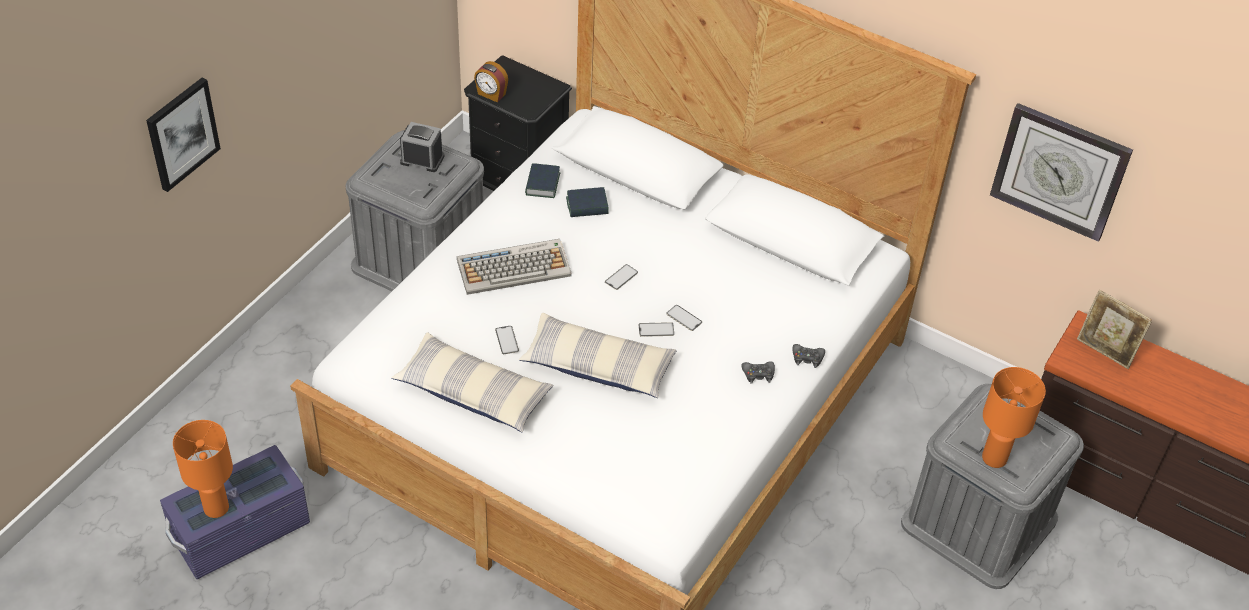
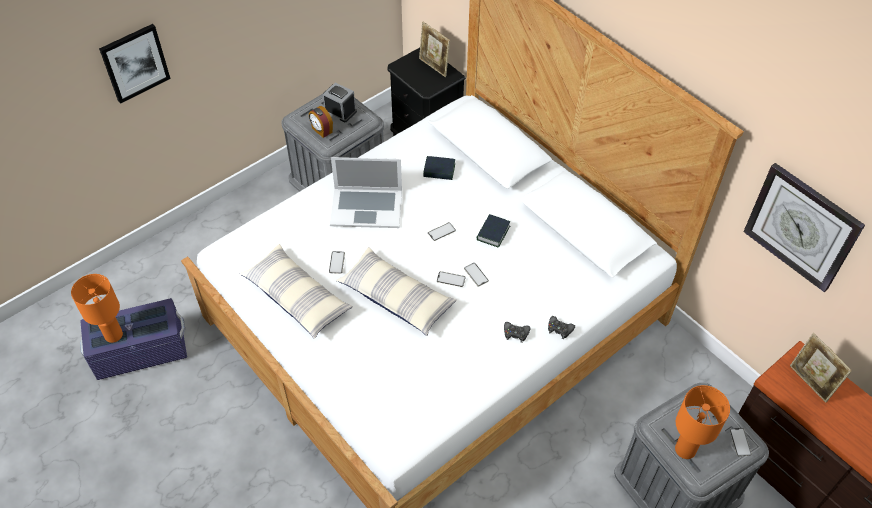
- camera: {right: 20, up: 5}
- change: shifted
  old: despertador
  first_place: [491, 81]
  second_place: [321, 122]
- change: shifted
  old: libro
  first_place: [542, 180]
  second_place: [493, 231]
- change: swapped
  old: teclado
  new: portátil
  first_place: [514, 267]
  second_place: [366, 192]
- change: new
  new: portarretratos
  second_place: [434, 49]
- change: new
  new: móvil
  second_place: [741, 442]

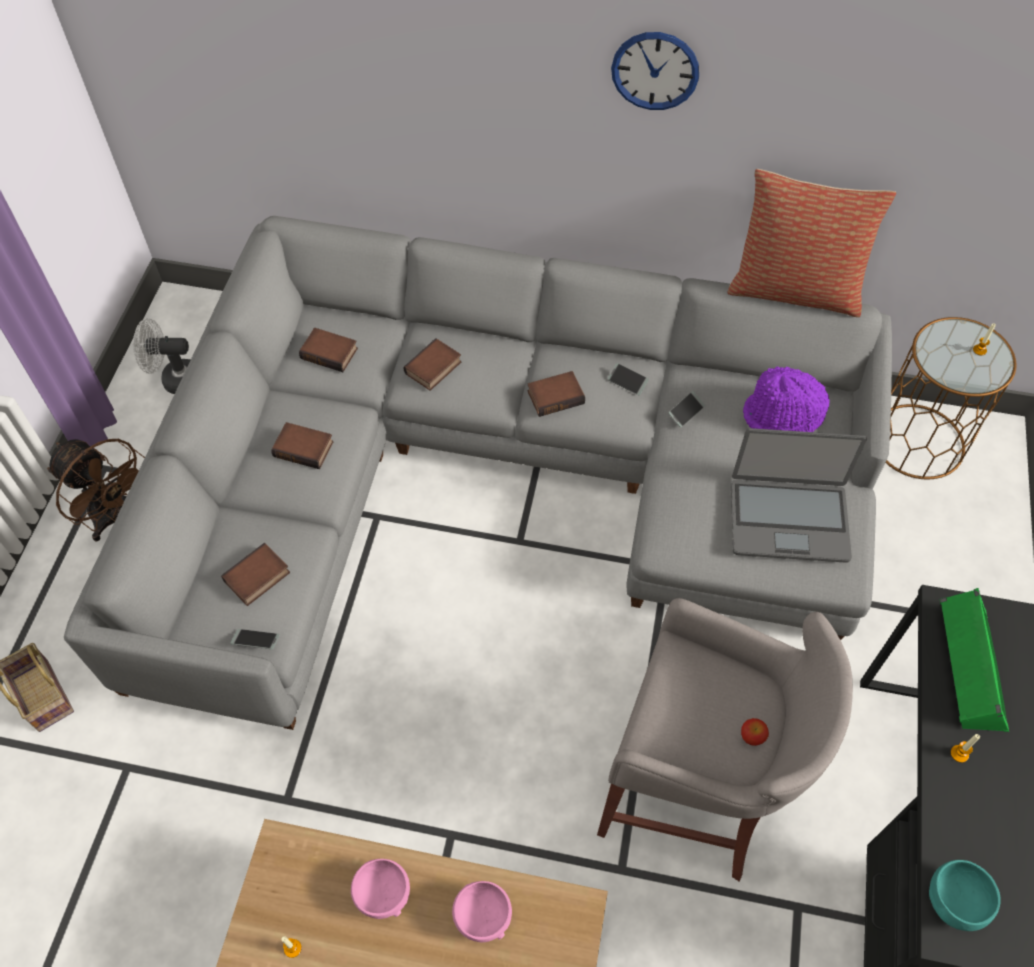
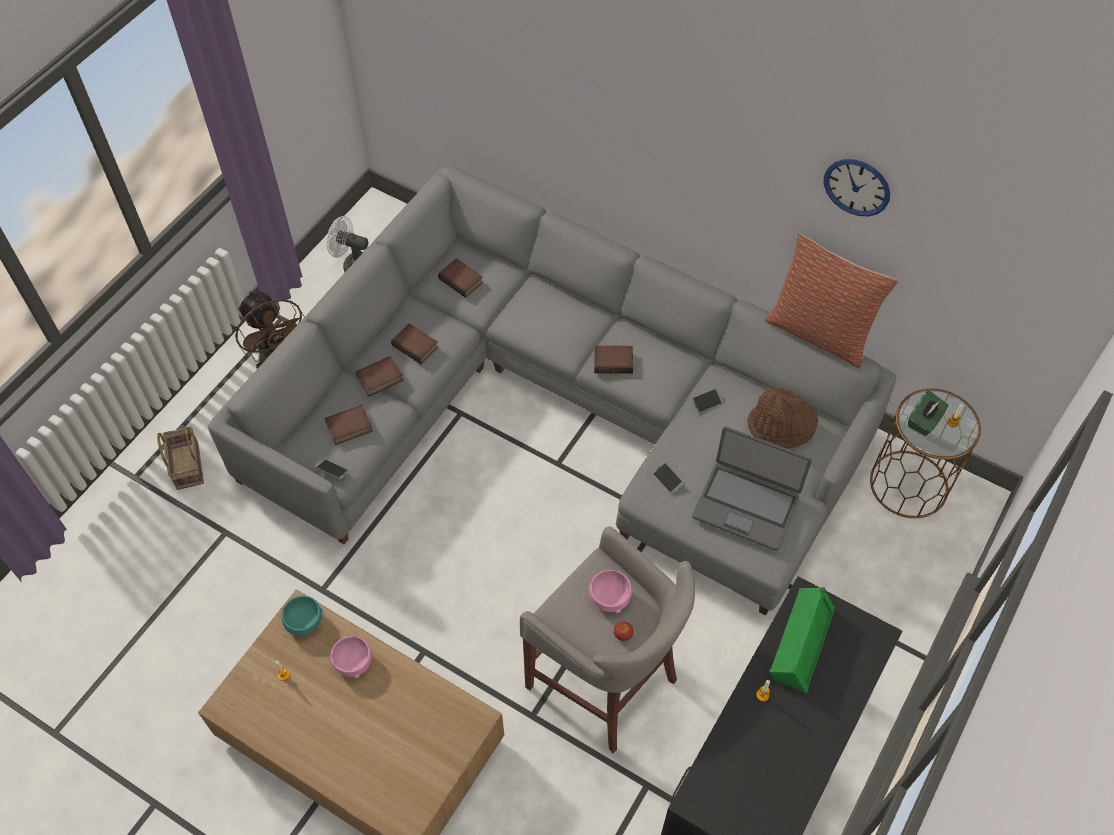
- camera: {right: 20, up: 0}
- change: shifted
  old: reloj de pared
  first_place: [655, 71]
  second_place: [857, 187]
- change: shifted
  old: libro
  first_place: [432, 364]
  second_place: [379, 376]
- change: shifted
  old: móvil
  first_place: [628, 379]
  second_place: [668, 478]
- change: repainted
  old: sombrero [morado]
  new: sombrero [marrón]
  first_place: [786, 399]
  second_place: [782, 418]
- change: shifted
  old: cuenco [turquesa]
  first_place: [965, 895]
  second_place: [302, 616]
- change: shifted
  old: cuenco [rosa]
  first_place: [482, 911]
  second_place: [610, 591]
- change: new
  new: caja de pañuelos [verde]
  second_place: [928, 413]

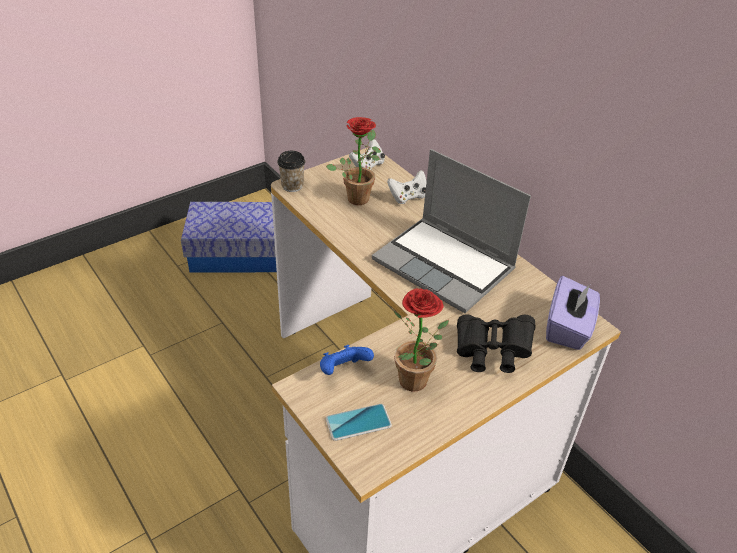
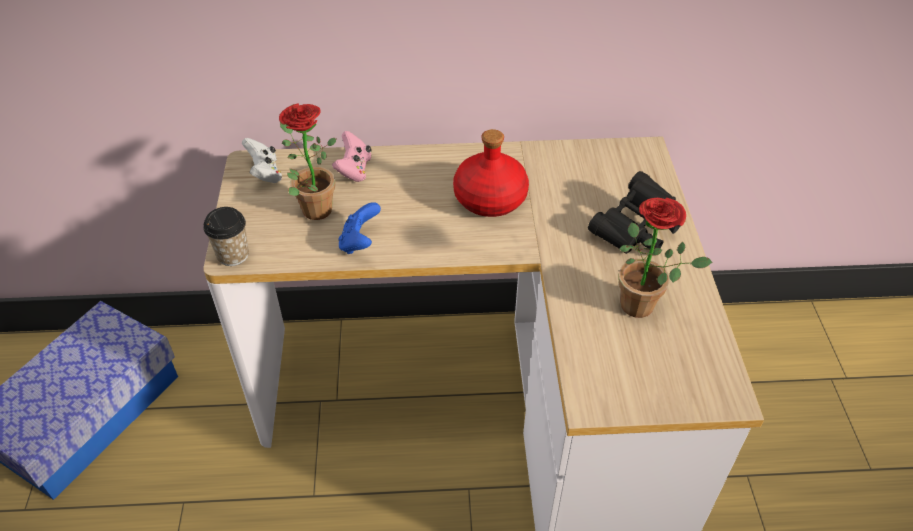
- camera: {right: -55, up: 5}
- change: swapped
  old: portátil
  new: botella [rojo]
  first_place: [451, 231]
  second_place: [491, 173]
- change: repainted
  old: mando de consola [blanco]
  new: mando de consola [rosa]
  first_place: [407, 187]
  second_place: [352, 156]
- change: gone
  old: caja de pañuelos [morado]
  first_place: [573, 313]
- change: shifted
  old: mando de consola [azul]
  first_place: [347, 360]
  second_place: [359, 228]
- change: gone
  old: móvil
  first_place: [359, 422]

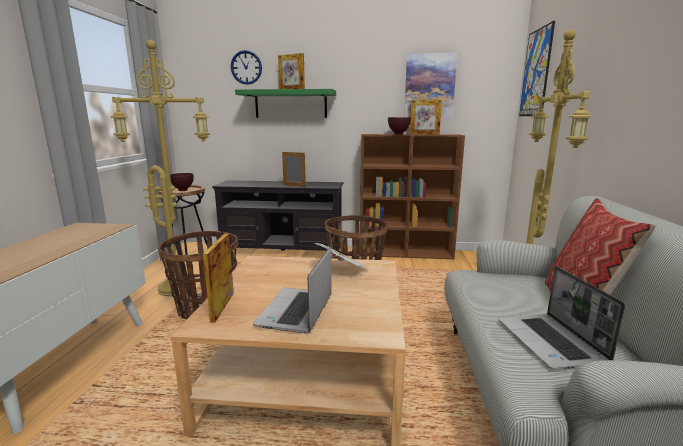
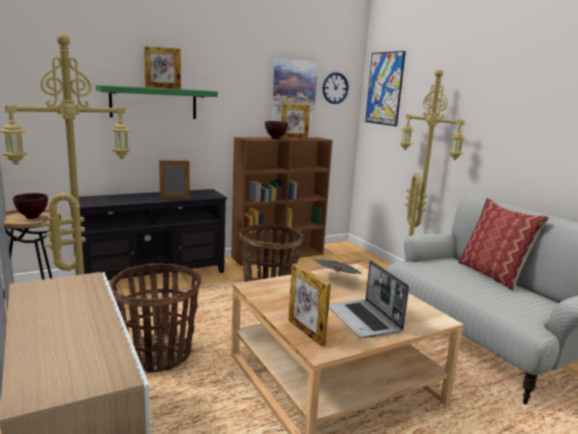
- camera: {right: -35, up: 0}
- change: shifted
  old: reloj de pared
  first_place: [246, 67]
  second_place: [336, 88]
- change: gone
  old: portátil
  first_place: [561, 318]

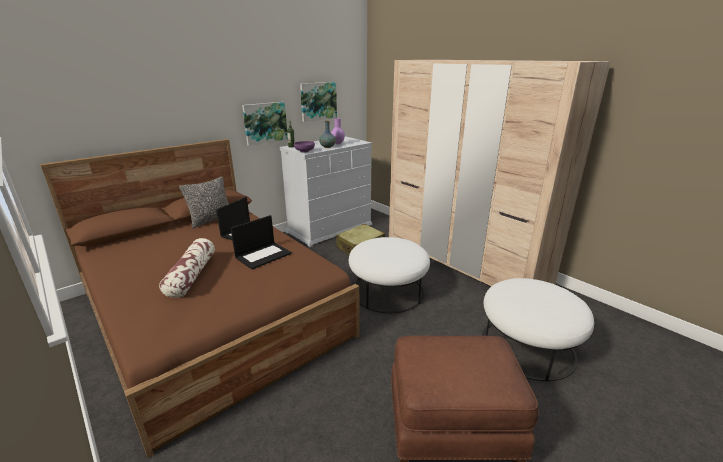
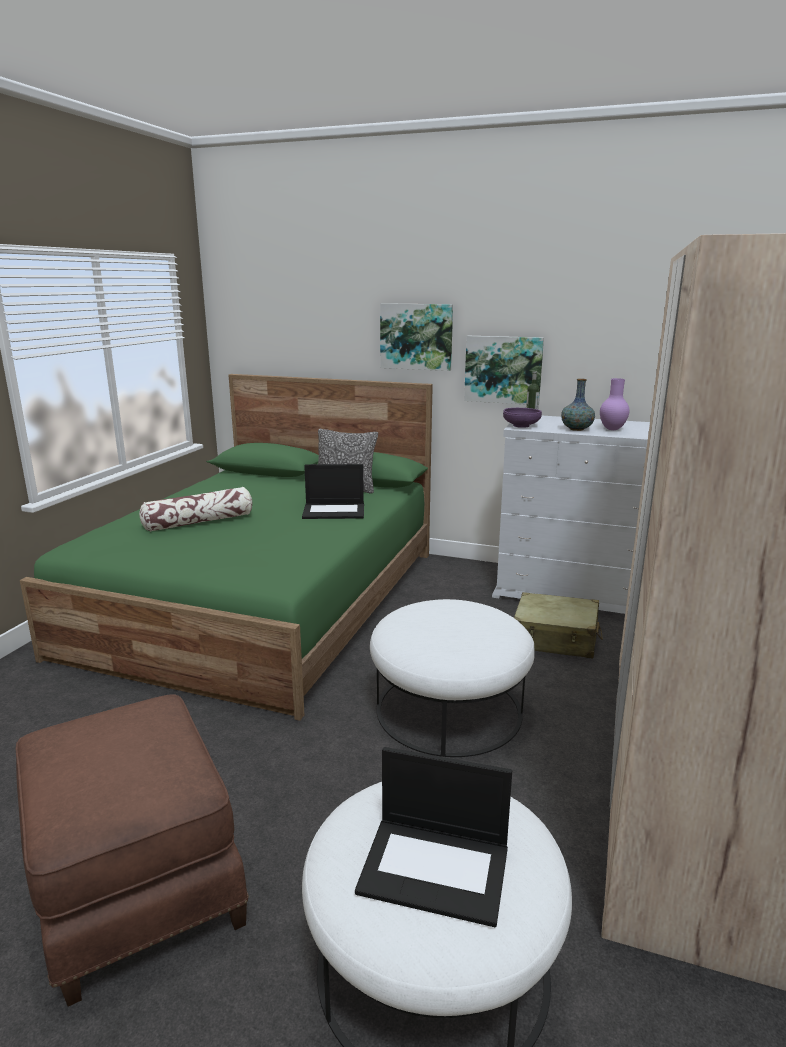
- camera: {right: 60, up: -5}
- change: shifted
  old: cuadro
  first_place: [318, 102]
  second_place: [416, 337]
- change: repainted
  old: cama [marrón]
  new: cama [verde]
  first_place: [199, 298]
  second_place: [226, 547]
- change: shifted
  old: portátil
  first_place: [261, 242]
  second_place: [433, 837]

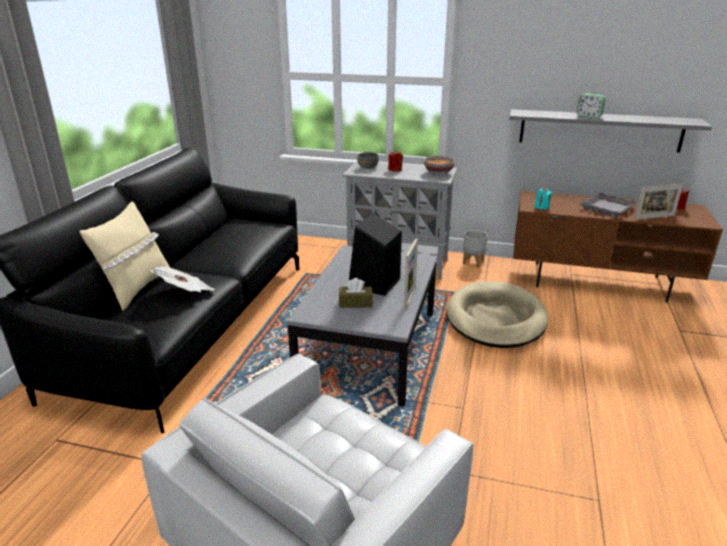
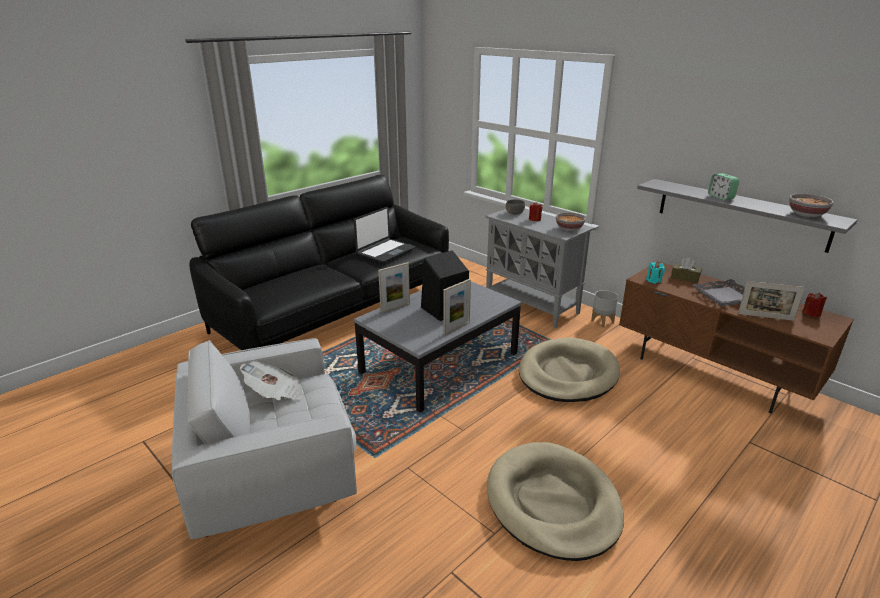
- camera: {right: 30, up: 0}
- change: gone
  old: cojín [beis]
  first_place: [125, 256]
- change: shifted
  old: periódico
  first_place: [182, 279]
  second_place: [271, 380]
- change: shifted
  old: caja de pañuelos [marrón]
  first_place: [356, 293]
  second_place: [686, 270]
- change: new
  new: cuenco
  second_place: [811, 205]
- change: new
  new: portátil
  second_place: [384, 235]
- change: new
  new: portarretratos
  second_place: [394, 287]
- change: new
  new: cama para perro [beis]
  second_place: [555, 501]

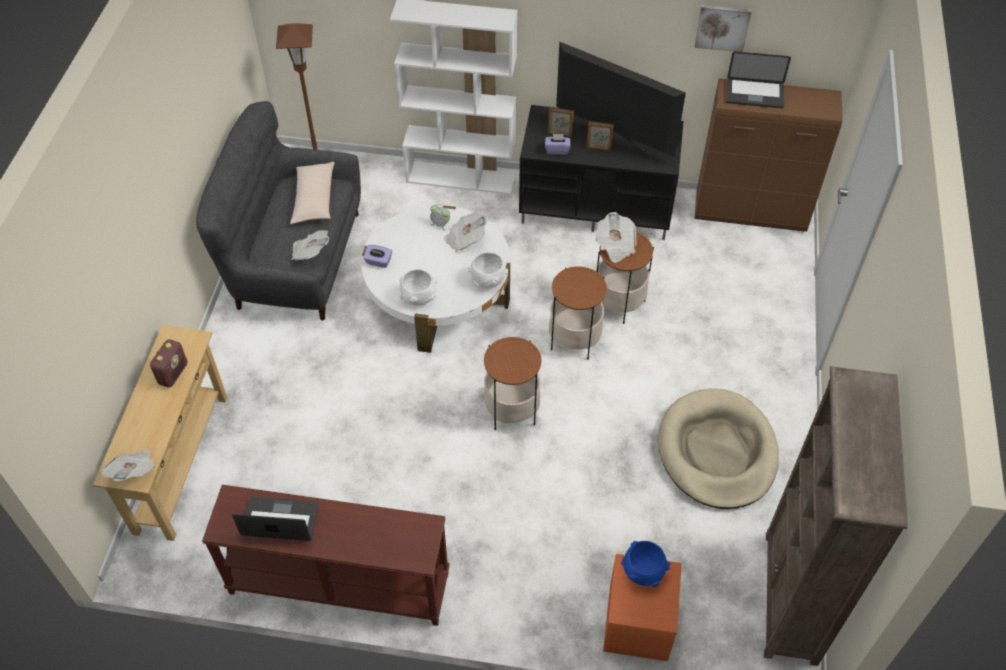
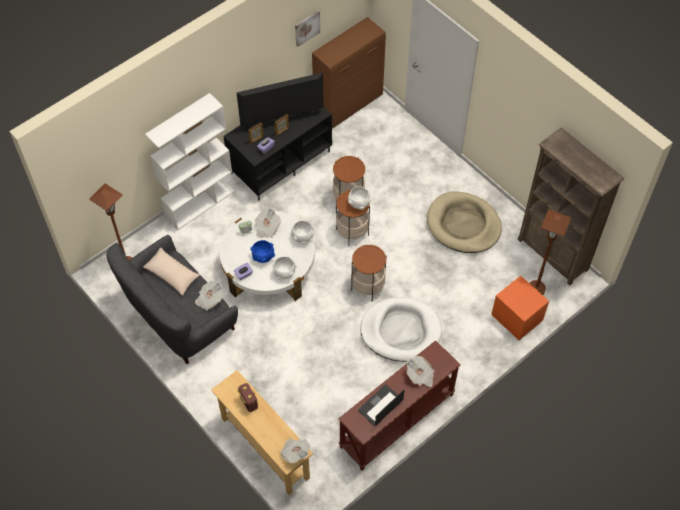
- camera: {right: -50, up: 5}
- change: gone
  old: portátil
  first_place: [758, 79]
- change: shifted
  old: periódico
  first_place: [616, 237]
  second_place: [421, 371]
- change: shifted
  old: cuenco [azul]
  first_place: [646, 564]
  second_place: [262, 251]
- change: new
  new: cuenco [blanco]
  second_place: [360, 198]
- change: new
  new: lámpara de pie [marrón]
  second_place: [550, 252]
- change: new
  new: cama para perro [blanco]
  second_place: [401, 329]

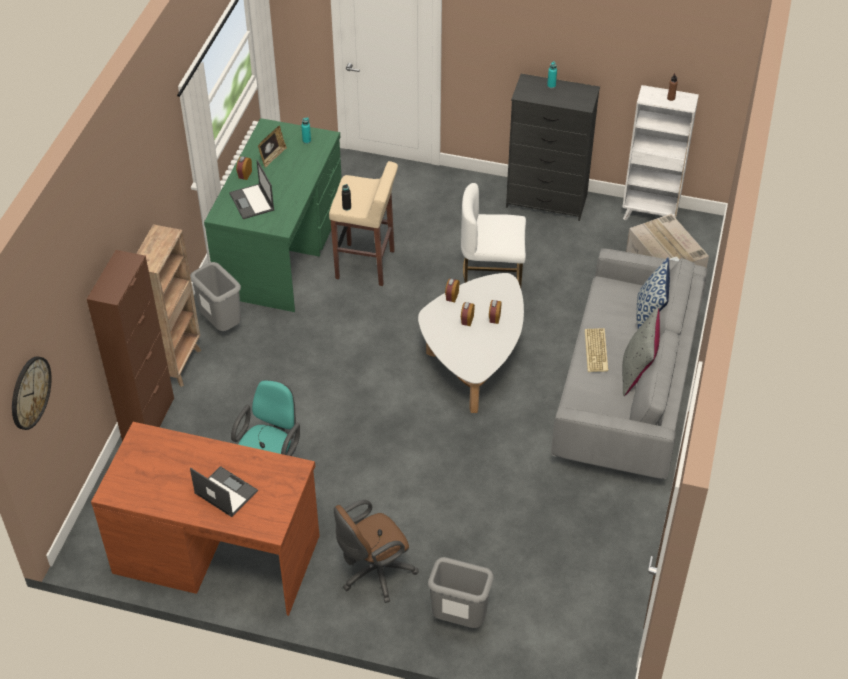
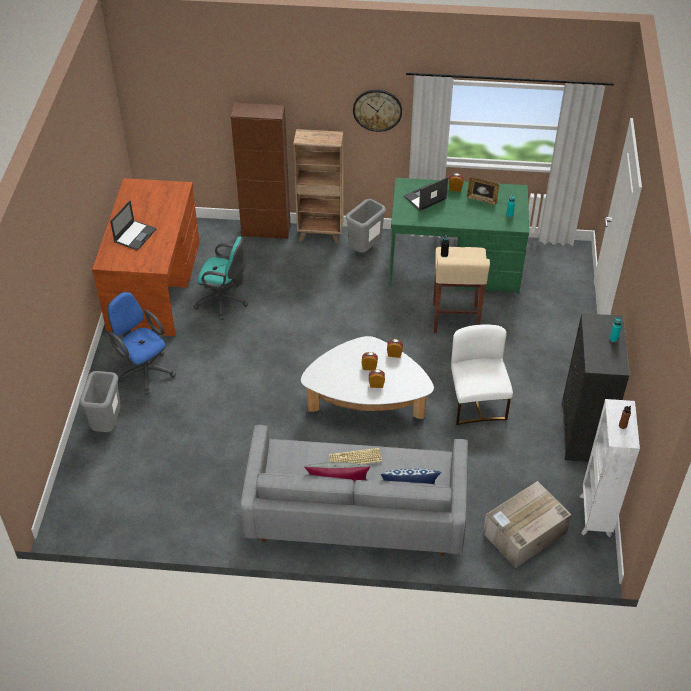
- camera: {right: 80, up: 0}
- change: shifted
  old: reloj de pared
  first_place: [32, 393]
  second_place: [377, 110]
- change: repainted
  old: silla de oficina [marrón]
  new: silla de oficina [azul]
  first_place: [376, 551]
  second_place: [142, 343]

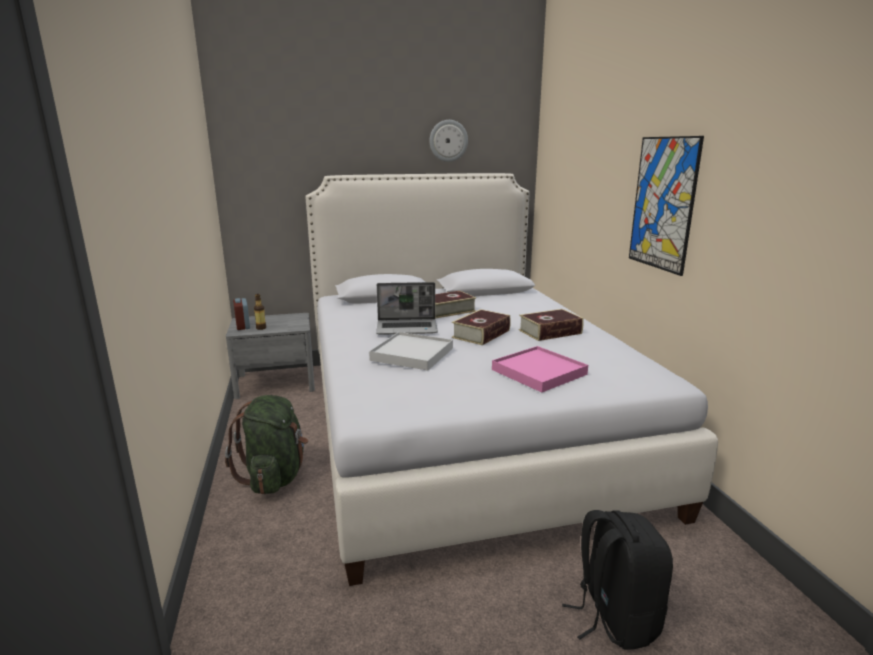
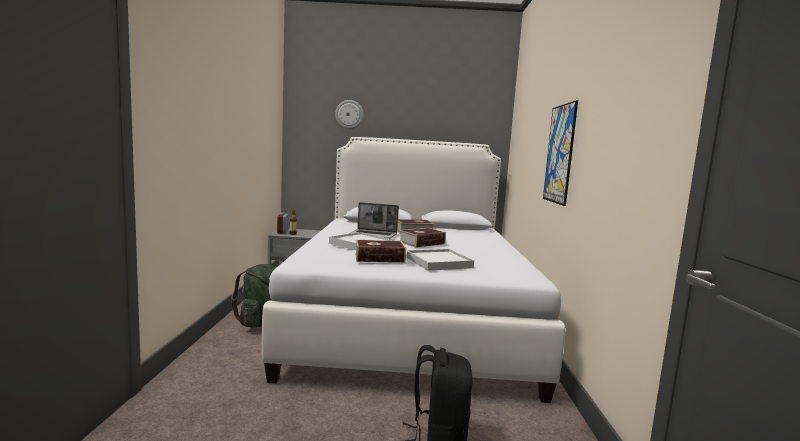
- camera: {right: 15, up: -10}
- change: shifted
  old: reloj de pared
  first_place: [449, 141]
  second_place: [349, 114]
- change: shifted
  old: libro
  first_place: [551, 325]
  second_place: [380, 251]
- change: repainted
  old: bandeja [rosa]
  new: bandeja [blanco]
  first_place: [540, 369]
  second_place: [440, 260]

